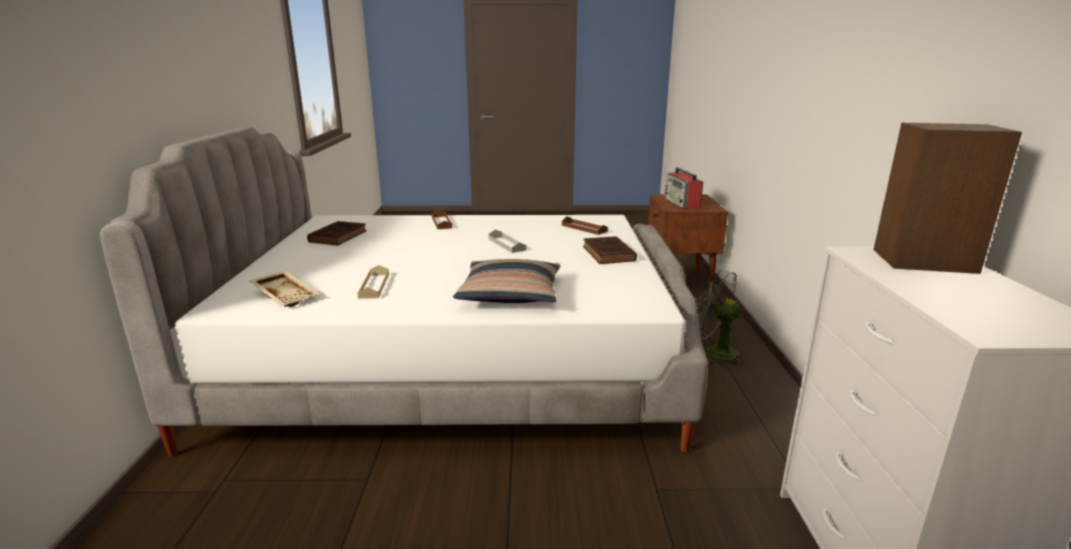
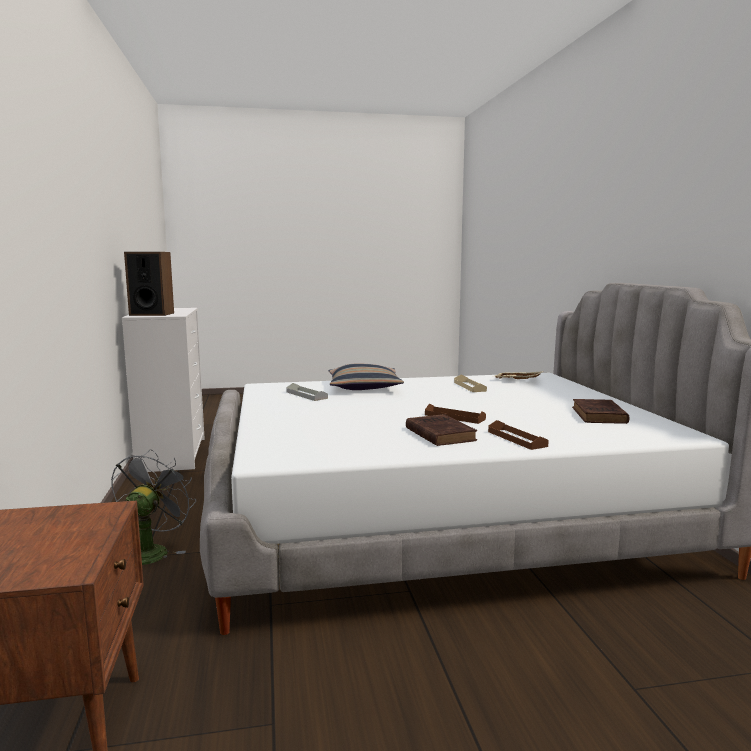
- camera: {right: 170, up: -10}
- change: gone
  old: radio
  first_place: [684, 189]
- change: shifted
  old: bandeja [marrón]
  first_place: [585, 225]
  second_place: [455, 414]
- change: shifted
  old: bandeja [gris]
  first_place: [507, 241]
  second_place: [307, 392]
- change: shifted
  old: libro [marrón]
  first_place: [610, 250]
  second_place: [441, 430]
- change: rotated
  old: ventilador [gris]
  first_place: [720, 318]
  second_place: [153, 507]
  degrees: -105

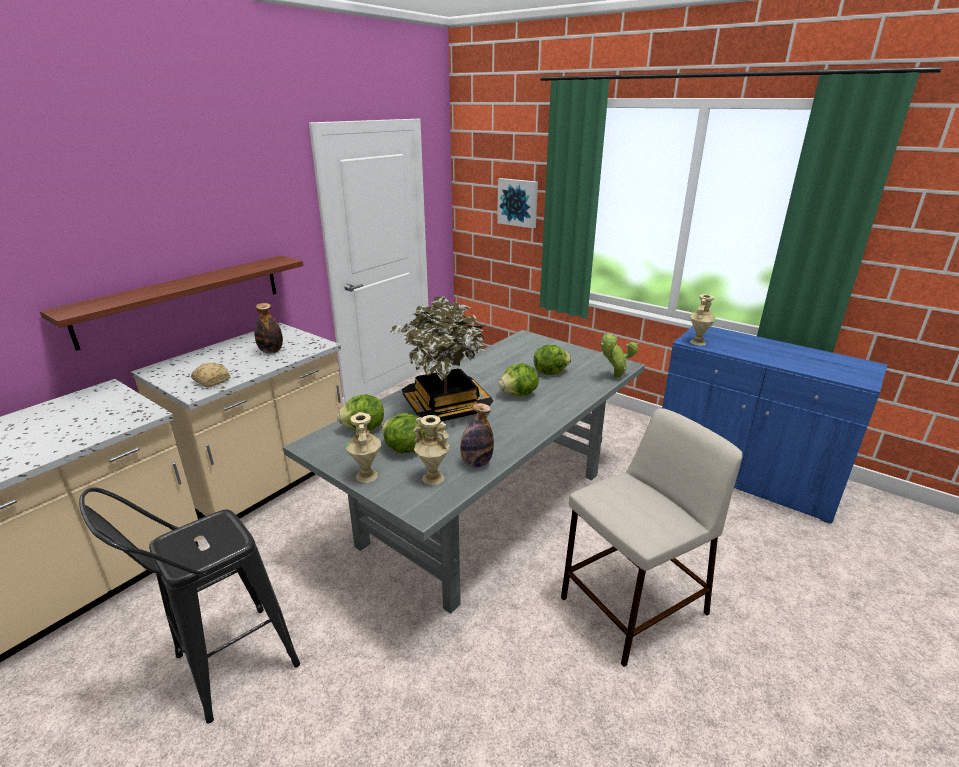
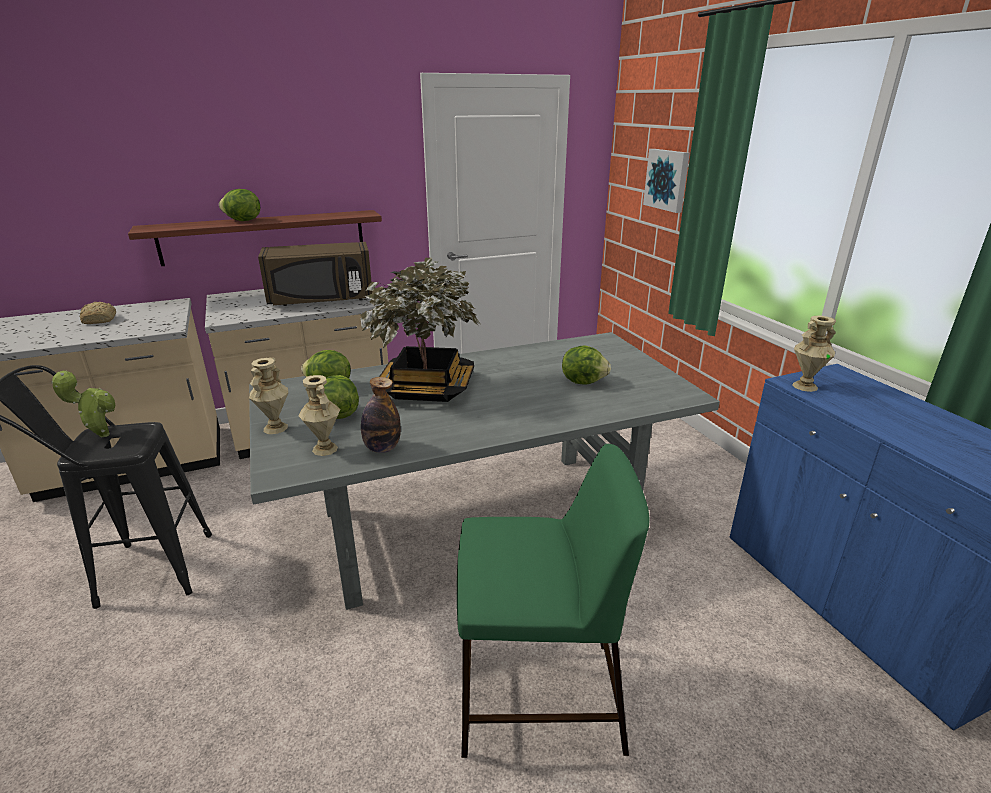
- camera: {right: 30, up: 0}
- change: swapped
  old: botella
  new: microondas [marrón]
  first_place: [268, 328]
  second_place: [315, 274]
- change: shifted
  old: planta en maceta
  first_place: [619, 356]
  second_place: [83, 404]
- change: shifted
  old: pan
  first_place: [210, 375]
  second_place: [98, 313]
- change: shifted
  old: lechuga
  first_place: [518, 379]
  second_place: [239, 205]
- change: repainted
  old: taburete [beis]
  new: taburete [verde]
  first_place: [652, 537]
  second_place: [553, 601]

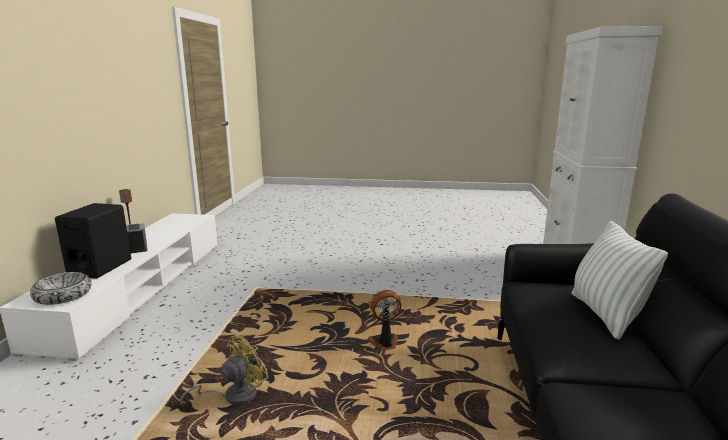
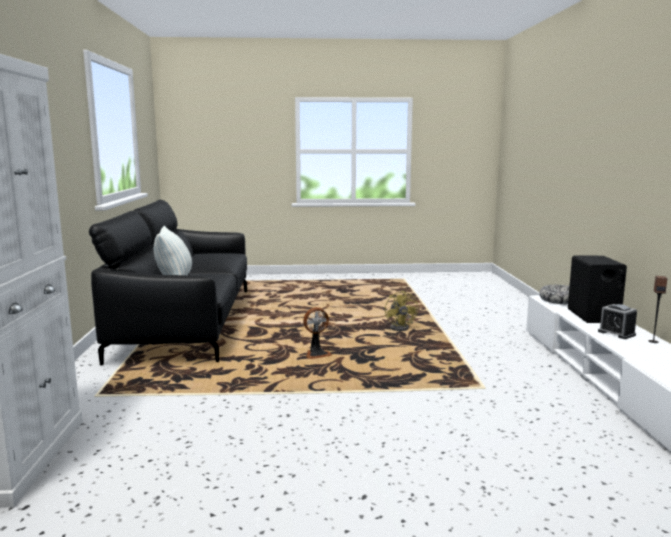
- camera: {right: 170, up: -5}
- change: rotated
  old: ventilador [amarillo]
  first_place: [224, 369]
  second_place: [401, 310]
  degrees: -45

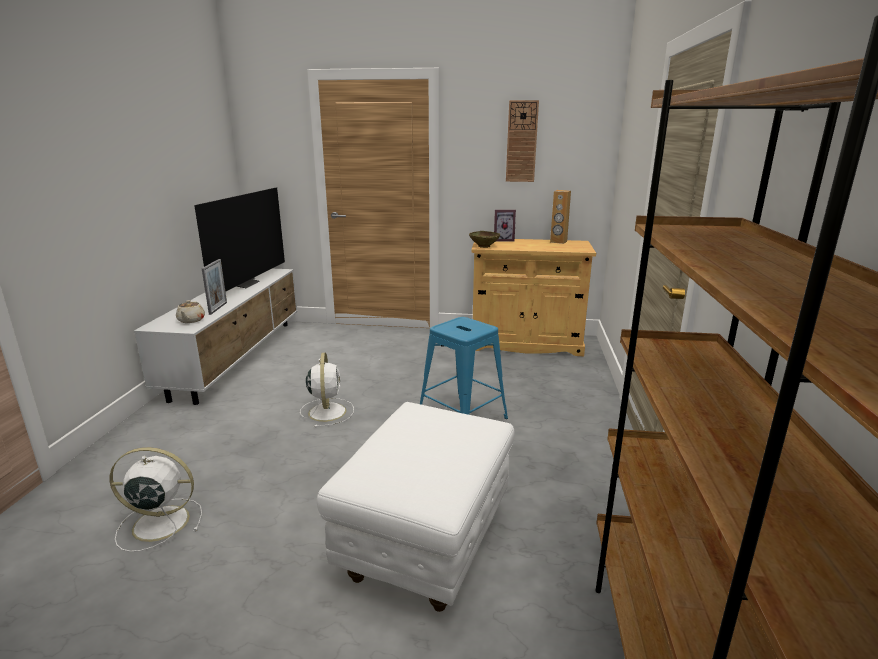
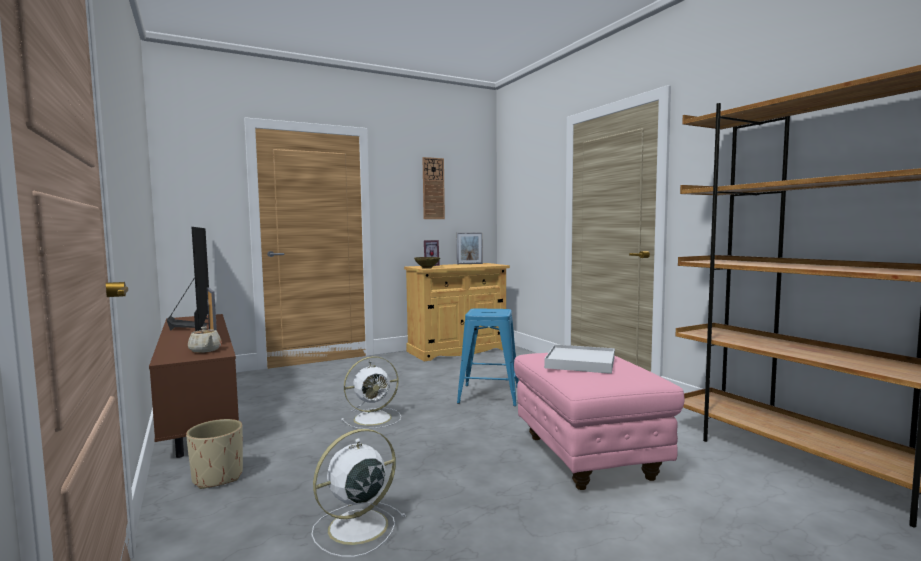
- camera: {right: -35, up: -15}
- change: swapped
  old: altavoz [marrón]
  new: portarretratos
  first_place: [560, 217]
  second_place: [470, 248]
- change: repainted
  old: mueble de televisión [blanco]
  new: mueble de televisión [marrón]
  first_place: [216, 337]
  second_place: [194, 386]
- change: rotated
  old: ventilador [blanco]
  first_place: [327, 390]
  second_place: [371, 392]
  degrees: 105
- change: repainted
  old: puf [blanco]
  new: puf [rosa]
  first_place: [415, 507]
  second_place: [599, 421]
- change: new
  new: bandeja [blanco]
  second_place: [579, 359]
- change: new
  new: maceta [beis]
  second_place: [214, 454]

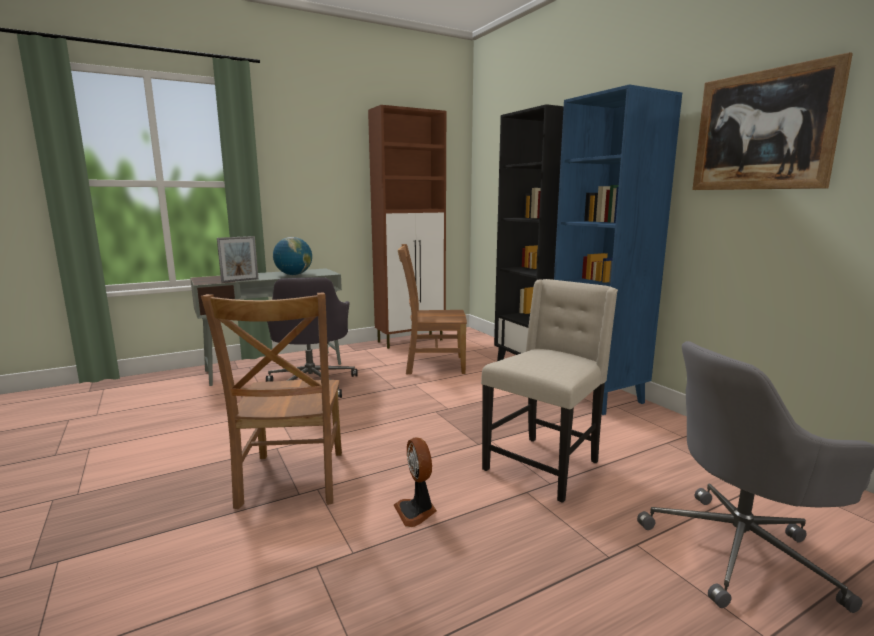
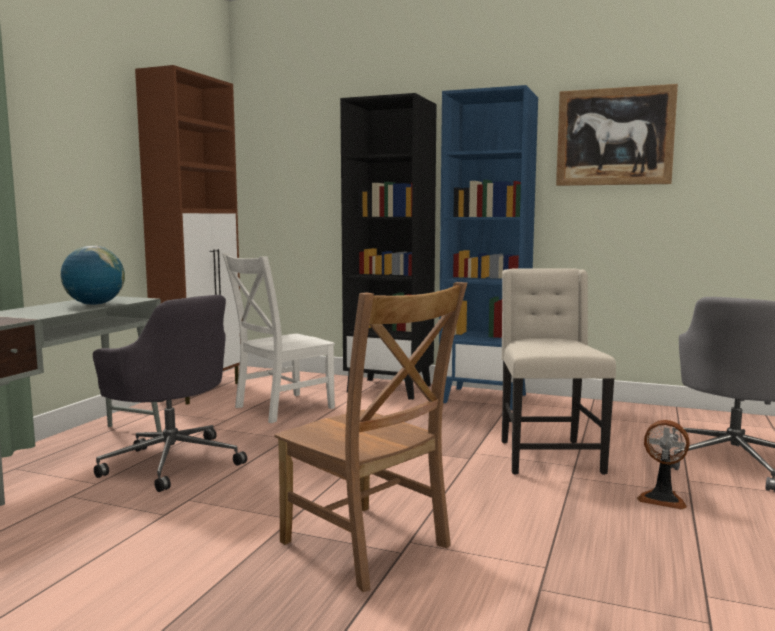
- camera: {right: -40, up: -5}
- change: gone
  old: portarretratos
  first_place: [237, 259]
- change: repainted
  old: silla [marrón]
  new: silla [blanco]
  first_place: [432, 309]
  second_place: [278, 338]
- change: shifted
  old: ventilador
  first_place: [415, 482]
  second_place: [663, 465]

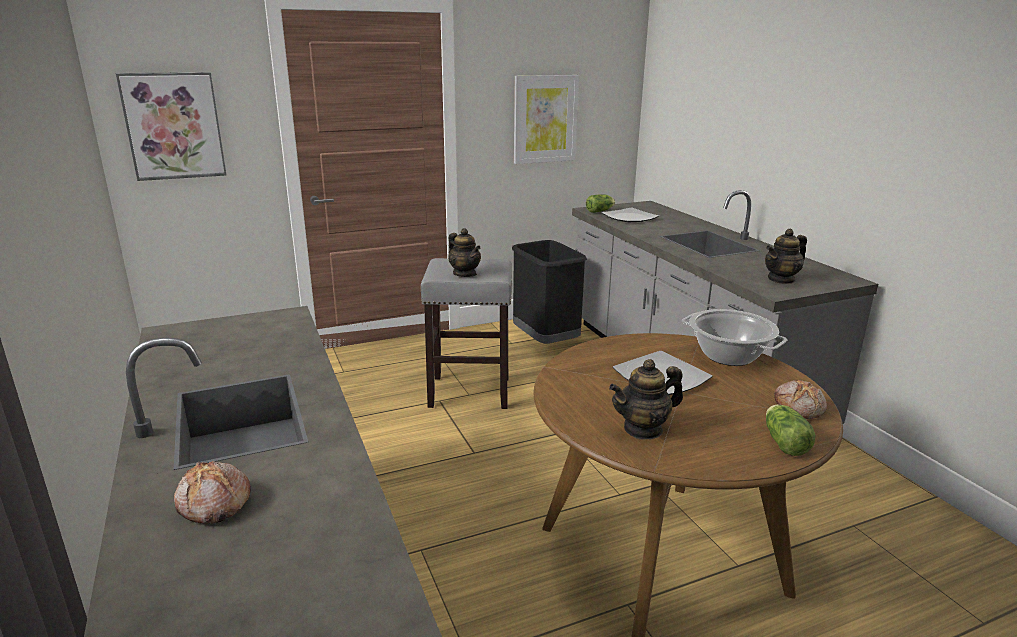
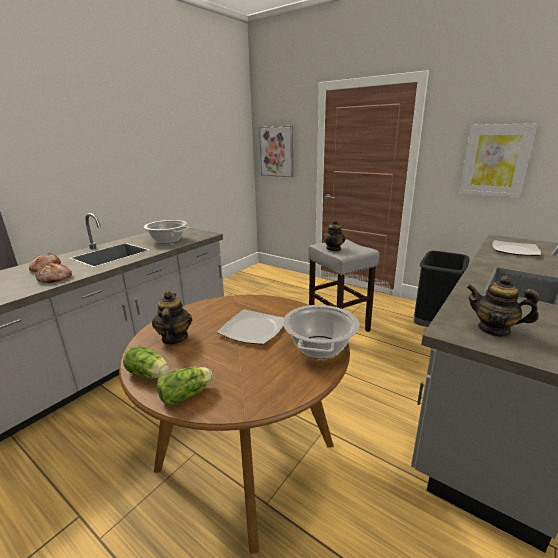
- camera: {right: 60, up: 0}
- change: shifted
  old: lechuga
  first_place: [600, 204]
  second_place: [146, 361]
- change: rotated
  old: tetera
  first_place: [646, 399]
  second_place: [172, 318]
  degrees: 45
- change: shifted
  old: pan
  first_place: [800, 399]
  second_place: [53, 273]
- change: new
  new: olla
  second_place: [166, 232]

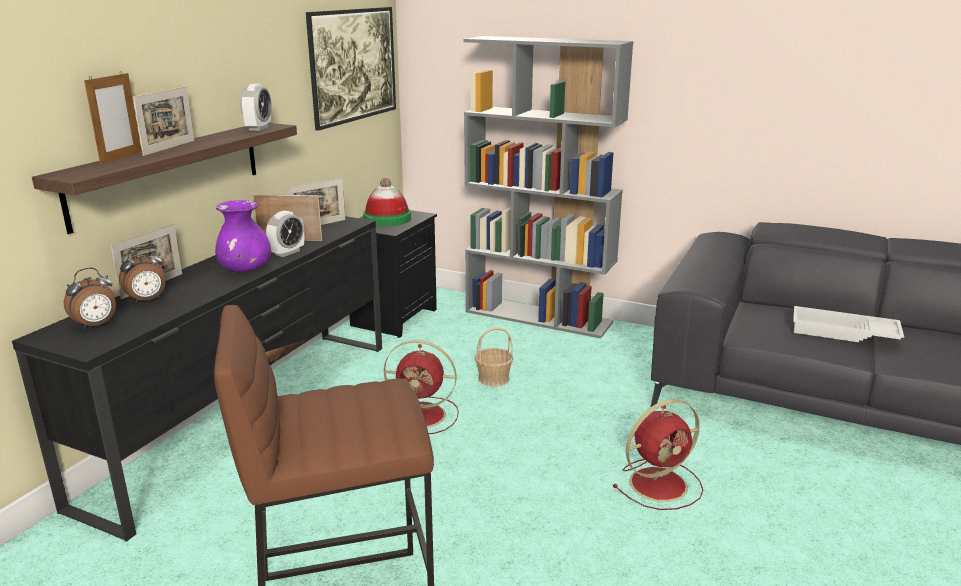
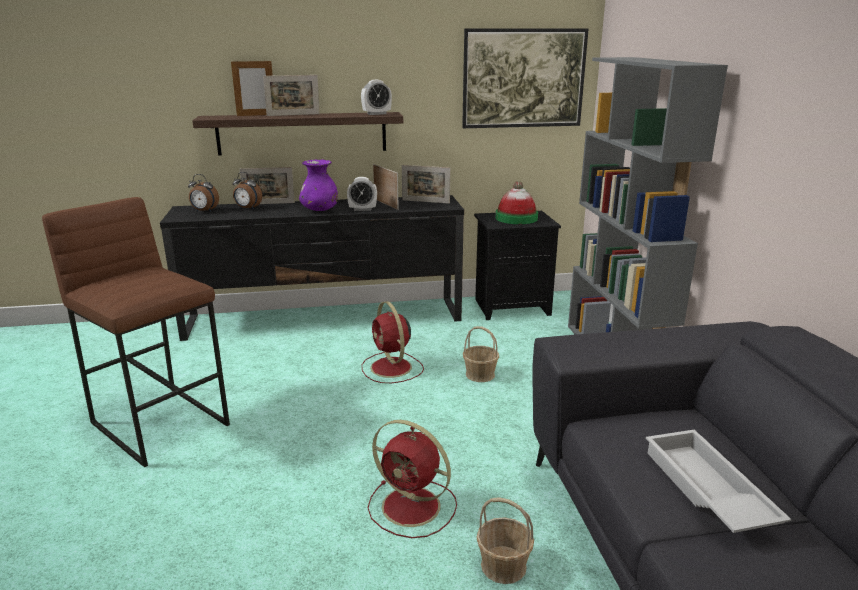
- camera: {right: 55, up: 0}
- change: new
  new: cesta
  second_place: [505, 540]

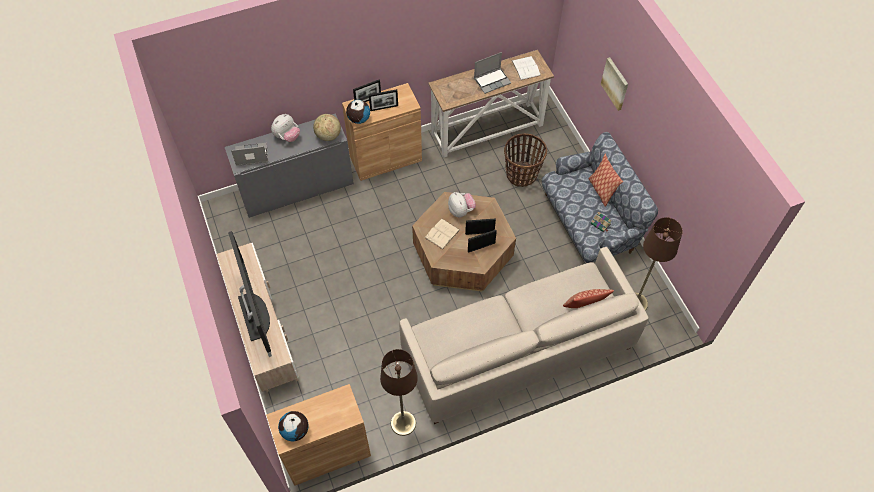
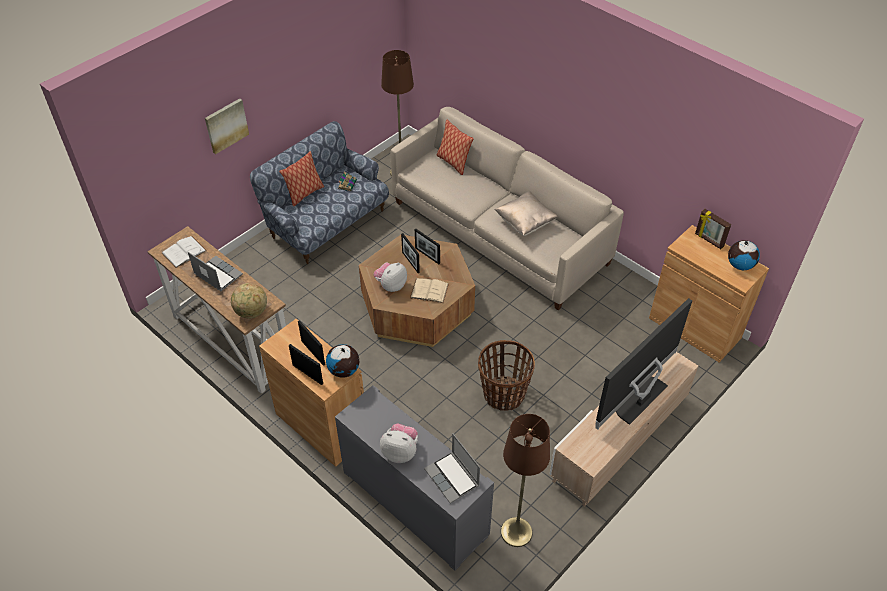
- camera: {right: -115, up: -10}
- change: shifted
  old: globo terráqueo
  first_place: [327, 127]
  second_place: [249, 300]
- change: shifted
  old: cesta
  first_place: [525, 160]
  second_place: [506, 375]
- change: shifted
  old: lámpara de pie [marrón]
  first_place: [399, 392]
  second_place: [525, 480]
- change: new
  new: cojín [beis]
  second_place: [526, 213]
- change: new
  new: portarretratos
  second_place: [713, 229]

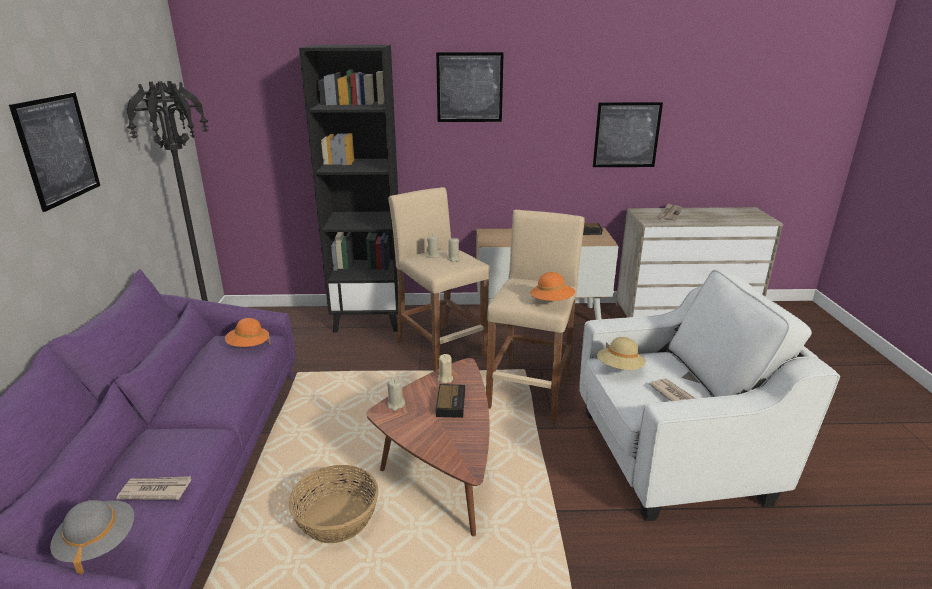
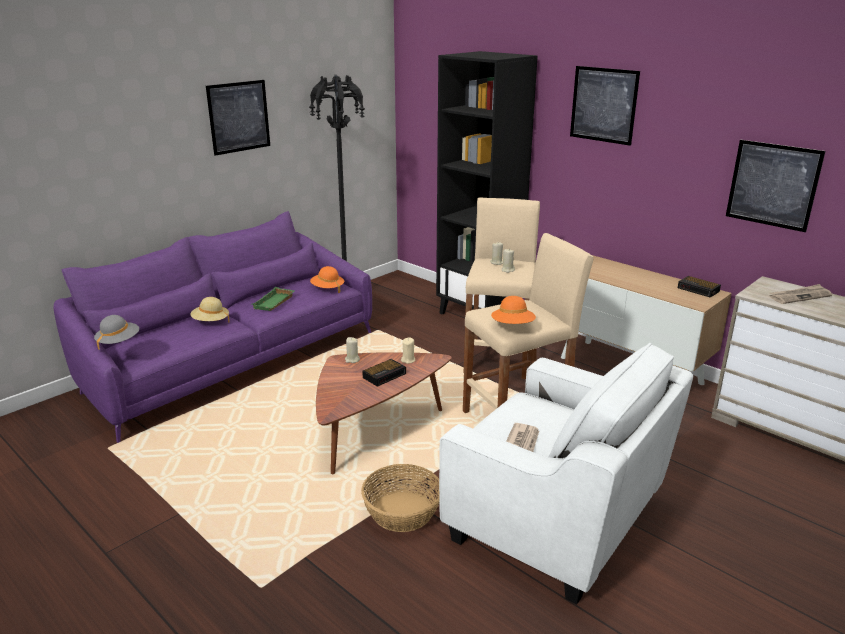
- camera: {right: 45, up: 0}
- change: shifted
  old: sombrero [beis]
  first_place: [621, 353]
  second_place: [210, 310]
- change: shifted
  old: cesta
  first_place: [334, 504]
  second_place: [400, 498]
- change: gone
  old: periódico
  first_place: [153, 488]
- change: new
  new: bandeja [verde]
  second_place: [273, 299]

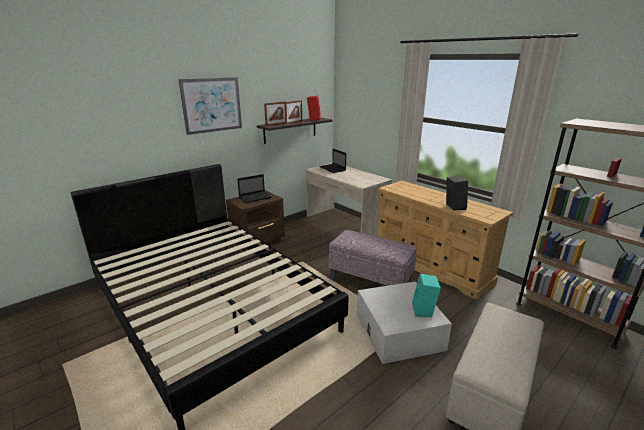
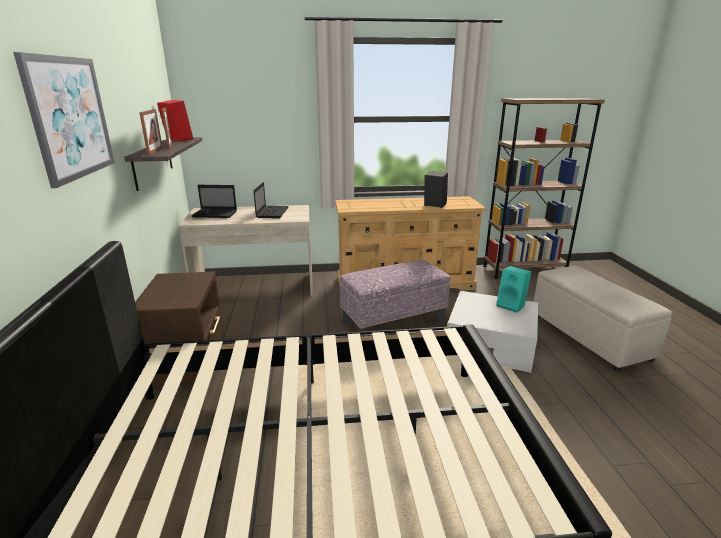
- camera: {right: -55, up: 0}
- change: shifted
  old: portátil
  first_place: [254, 188]
  second_place: [271, 200]

